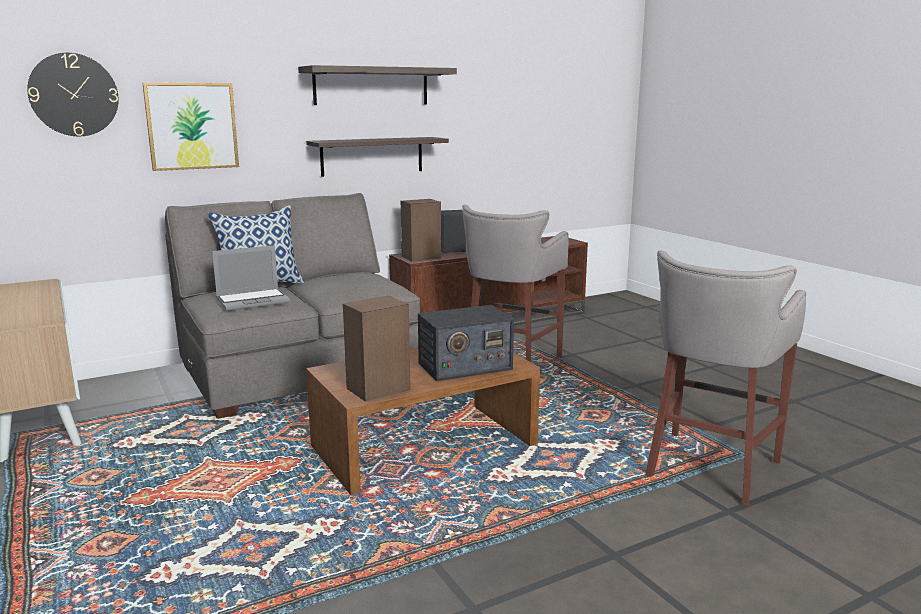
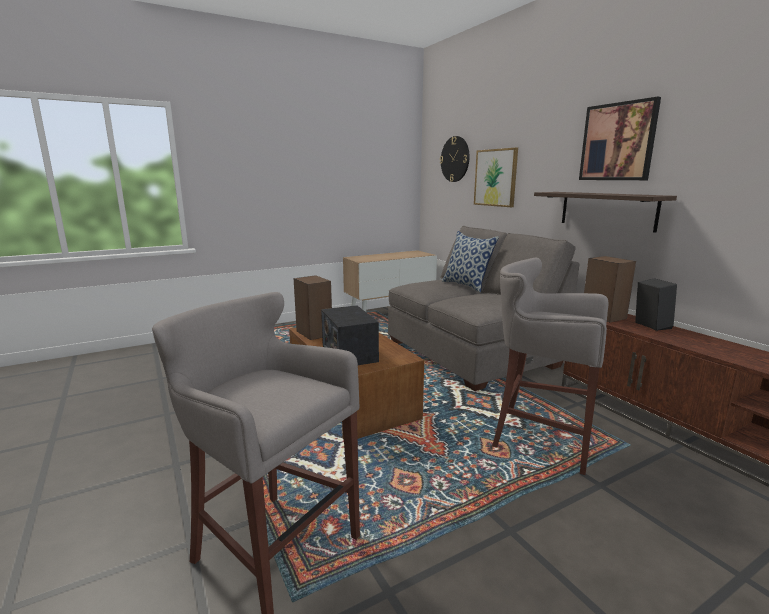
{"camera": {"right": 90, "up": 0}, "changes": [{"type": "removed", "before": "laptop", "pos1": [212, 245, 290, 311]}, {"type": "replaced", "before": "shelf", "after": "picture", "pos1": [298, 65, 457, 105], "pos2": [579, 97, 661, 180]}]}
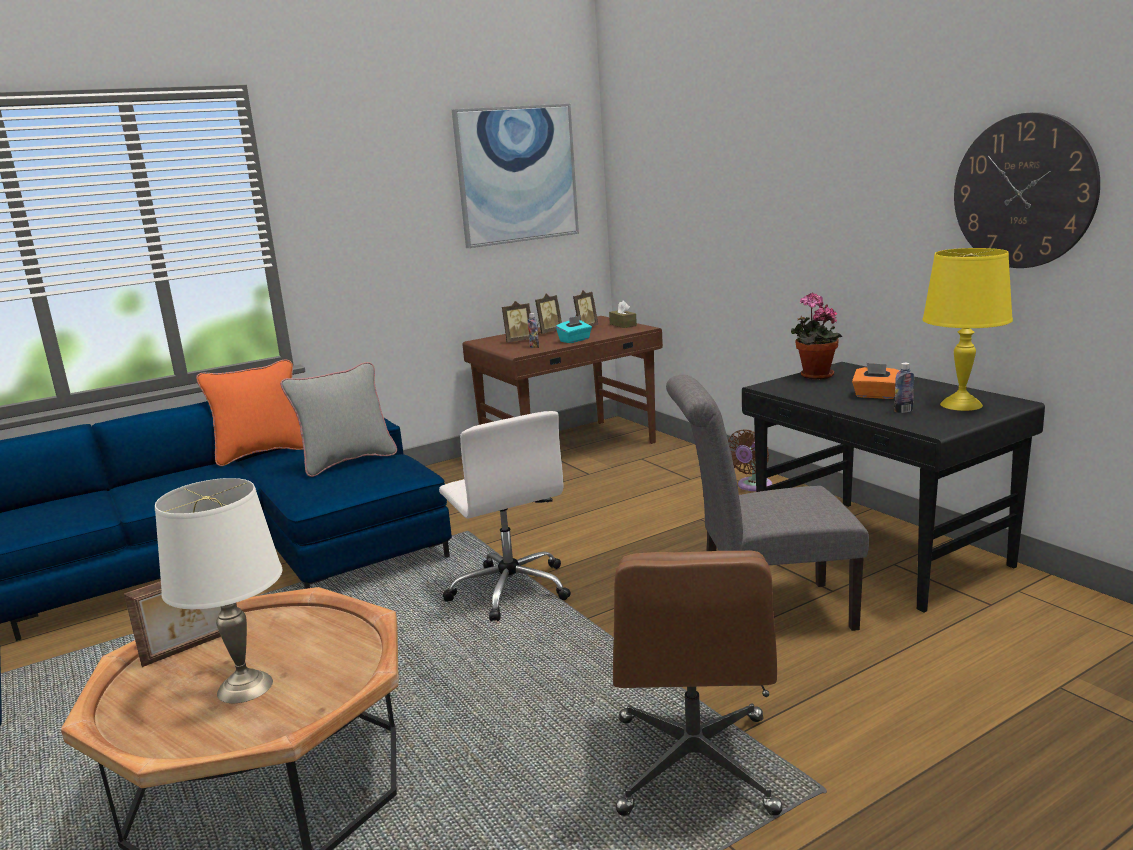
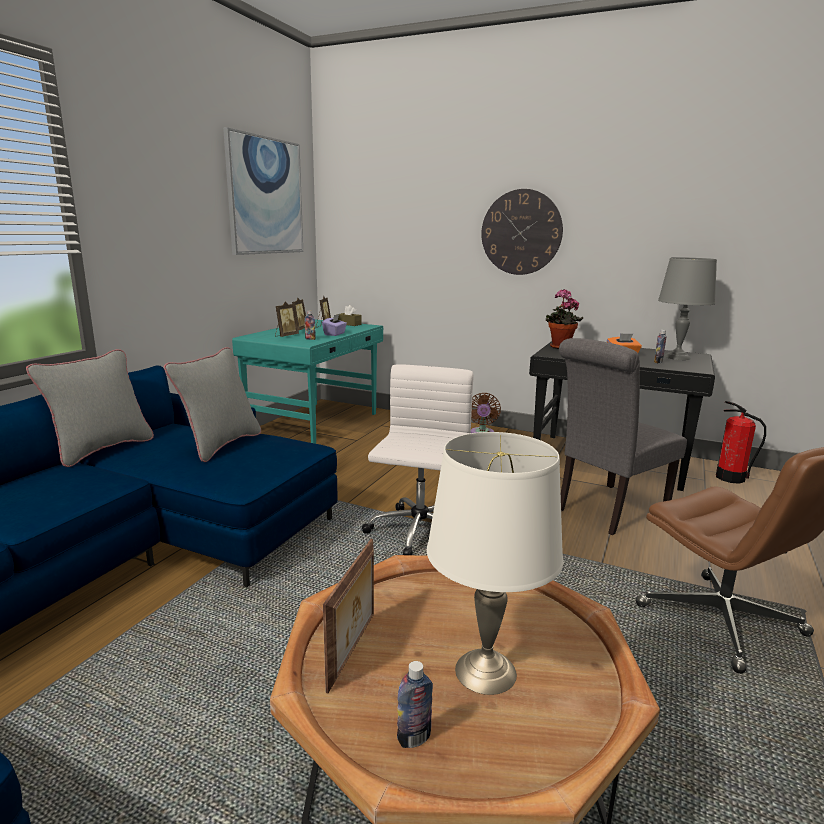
{"camera": {"right": -35, "up": 0}, "changes": [{"type": "added", "after": "bottle", "pos2": [397, 661, 433, 748]}, {"type": "added", "after": "fire_extinguisher", "pos2": [716, 401, 766, 484]}, {"type": "moved", "before": "wall_clock", "pos1": [954, 112, 1100, 268], "pos2": [481, 189, 563, 275]}, {"type": "recoloured", "before": "orange_pillow", "after": "grey_pillow", "pos1": [196, 359, 304, 466], "pos2": [26, 349, 154, 467]}, {"type": "recoloured", "before": "brown_desk", "after": "turquoise_desk", "pos1": [463, 316, 663, 444], "pos2": [232, 319, 383, 444]}, {"type": "recoloured", "before": "turquoise_tissue_box", "after": "purple_tissue_box", "pos1": [556, 316, 592, 343], "pos2": [322, 314, 347, 336]}, {"type": "recoloured", "before": "yellow_table_lamp", "after": "grey_table_lamp", "pos1": [922, 248, 1013, 411], "pos2": [658, 257, 717, 360]}, {"type": "turned", "before": "white_office_chair", "pos1": [439, 411, 571, 621], "pos2": [362, 364, 474, 555], "turn": -105}]}
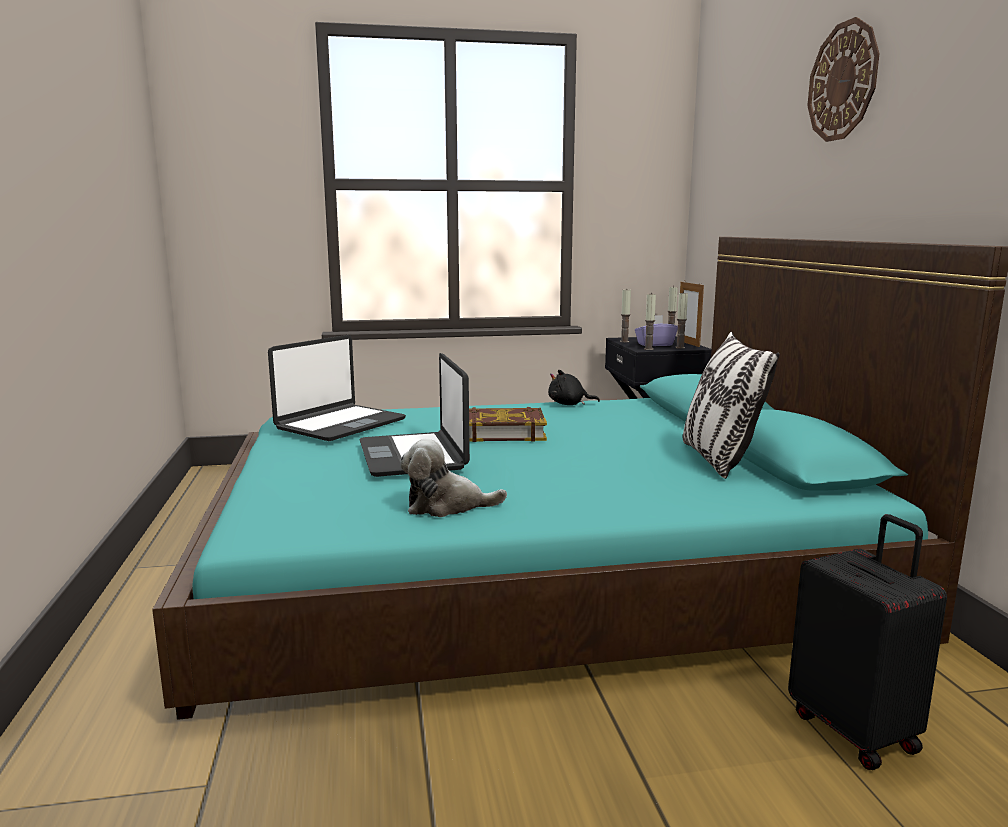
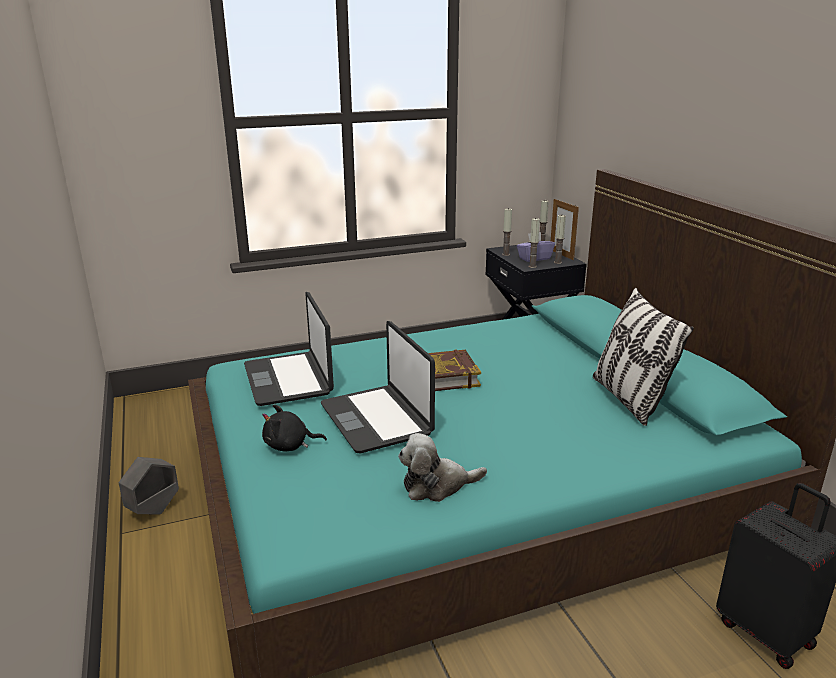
{"camera": {"right": -10, "up": 10}, "changes": [{"type": "removed", "before": "wall_clock", "pos1": [807, 17, 880, 142]}, {"type": "added", "after": "grey_planter", "pos2": [119, 457, 179, 514]}, {"type": "moved", "before": "black_plush_toy", "pos1": [548, 370, 600, 405], "pos2": [262, 404, 327, 452]}, {"type": "turned", "before": "laptop", "pos1": [268, 335, 406, 441], "pos2": [244, 292, 334, 406], "turn": 135}]}
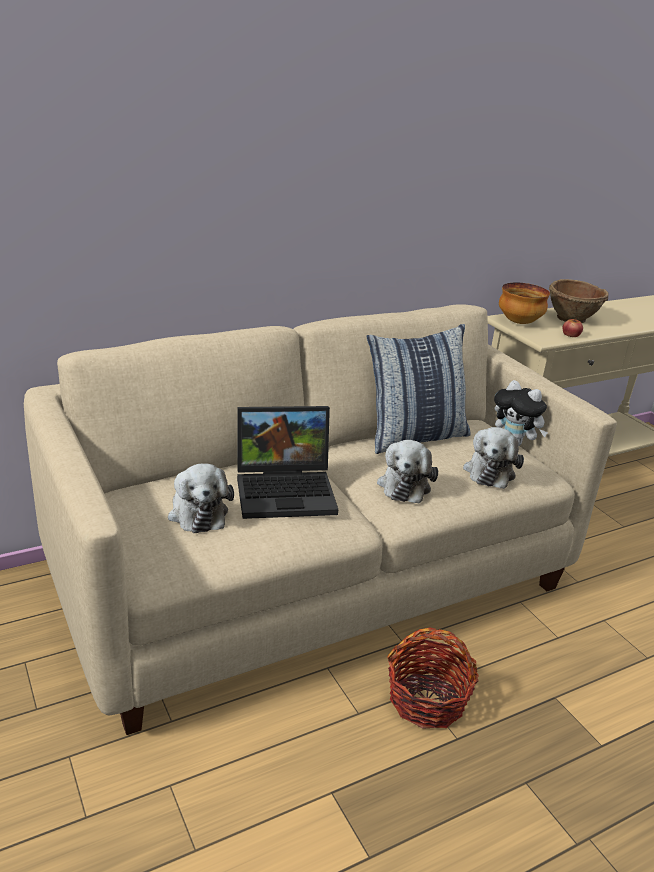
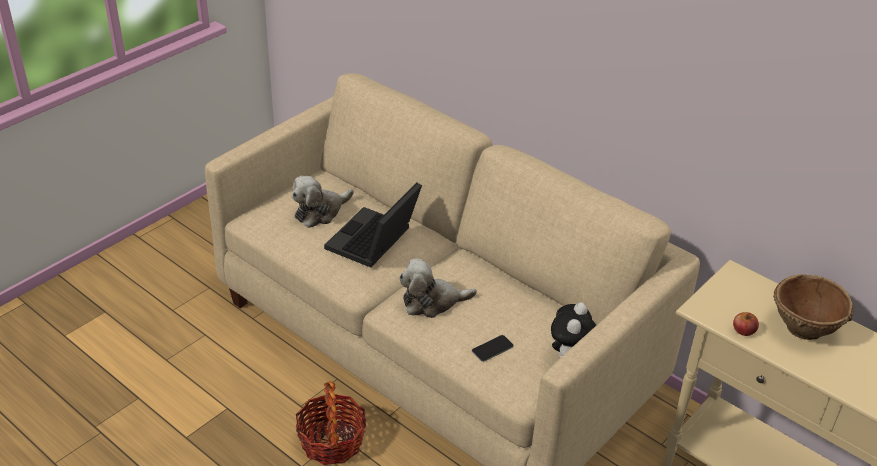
{"camera": {"right": 70, "up": 10}, "changes": [{"type": "removed", "before": "pillow", "pos1": [367, 324, 470, 454]}, {"type": "removed", "before": "bowl", "pos1": [499, 283, 550, 324]}, {"type": "replaced", "before": "plush_toy", "after": "phone", "pos1": [463, 427, 524, 489], "pos2": [472, 335, 514, 362]}, {"type": "turned", "before": "laptop", "pos1": [237, 406, 338, 519], "pos2": [324, 183, 422, 267], "turn": 60}]}
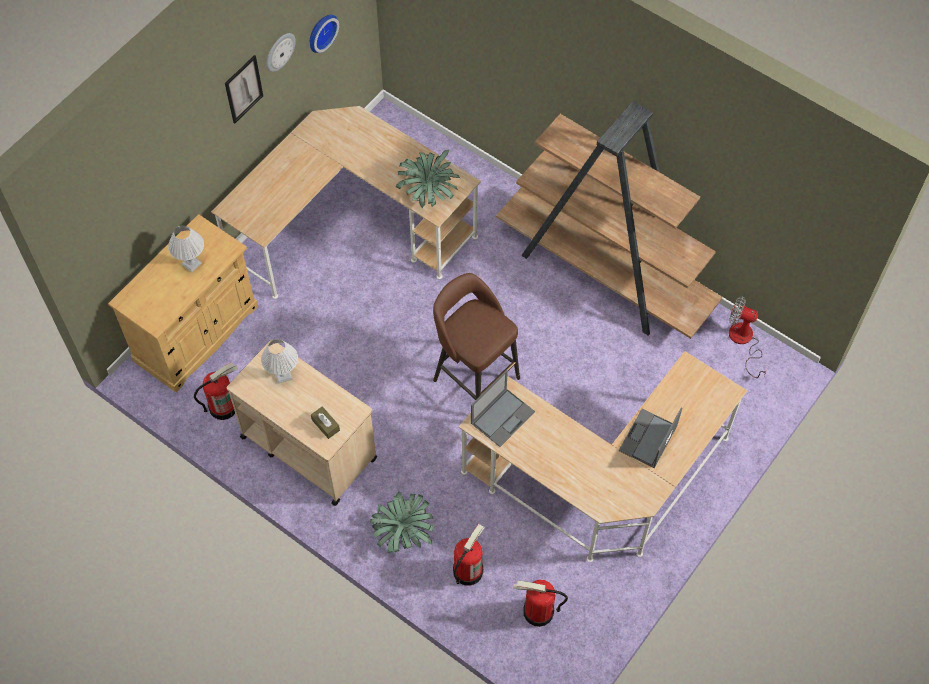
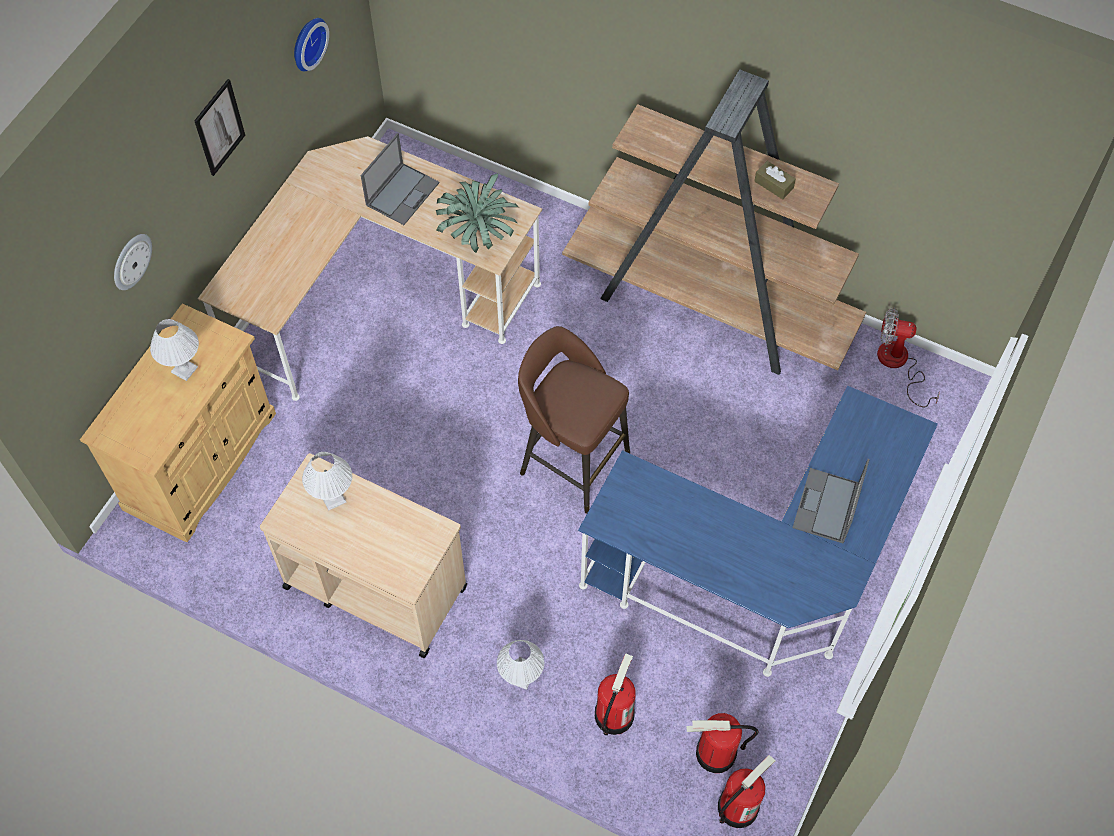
{"camera": {"right": -10, "up": 0}, "changes": [{"type": "moved", "before": "fire_extinguisher", "pos1": [194, 362, 239, 420], "pos2": [718, 755, 776, 828]}, {"type": "moved", "before": "wall_clock", "pos1": [267, 33, 296, 72], "pos2": [114, 234, 152, 290]}, {"type": "moved", "before": "brown_tissue_box", "pos1": [311, 406, 340, 439], "pos2": [754, 161, 796, 199]}, {"type": "moved", "before": "laptop", "pos1": [471, 370, 535, 447], "pos2": [361, 133, 439, 225]}, {"type": "replaced", "before": "potted_plant", "after": "white_table_lamp", "pos1": [370, 492, 435, 553], "pos2": [497, 640, 544, 690]}, {"type": "recoloured", "before": "beige_desk", "after": "blue_desk", "pos1": [459, 351, 748, 562], "pos2": [578, 386, 938, 677]}]}
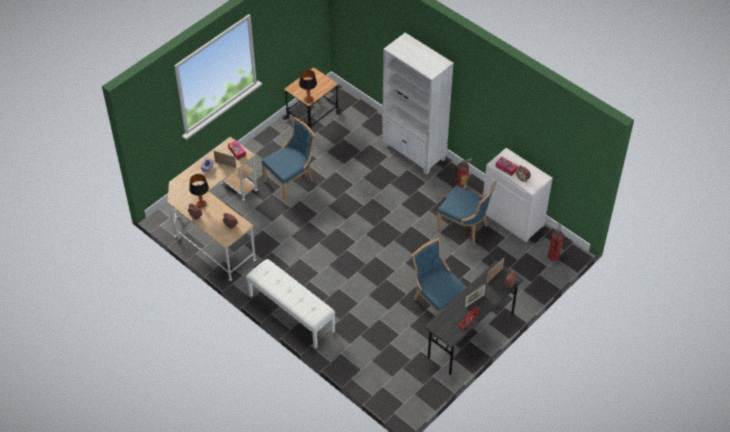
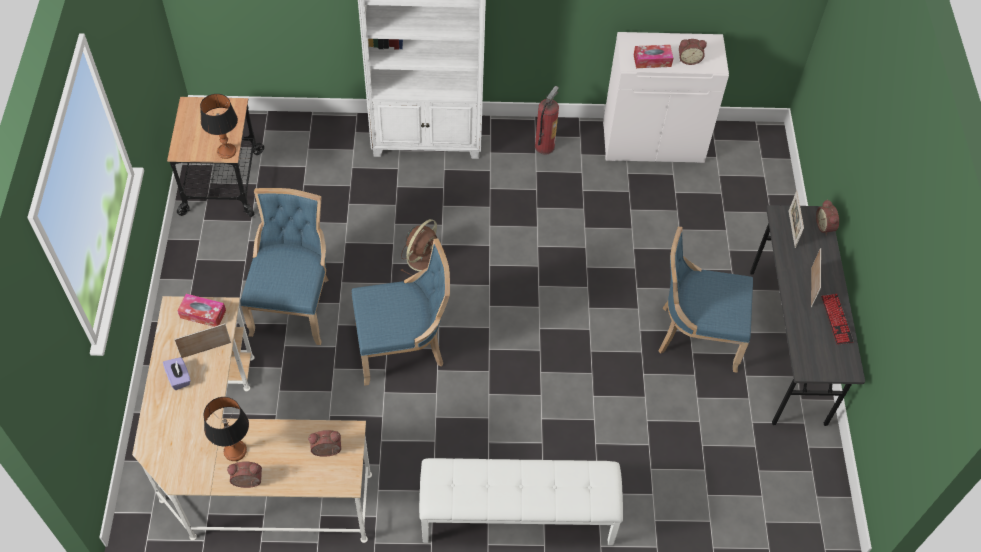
{"camera": {"right": -45, "up": 5}, "changes": [{"type": "removed", "before": "fire_extinguisher", "pos1": [548, 223, 564, 261]}, {"type": "added", "after": "brown_fan", "pos2": [401, 219, 446, 276]}, {"type": "moved", "before": "blue_chair", "pos1": [436, 180, 497, 244], "pos2": [352, 238, 450, 386]}]}
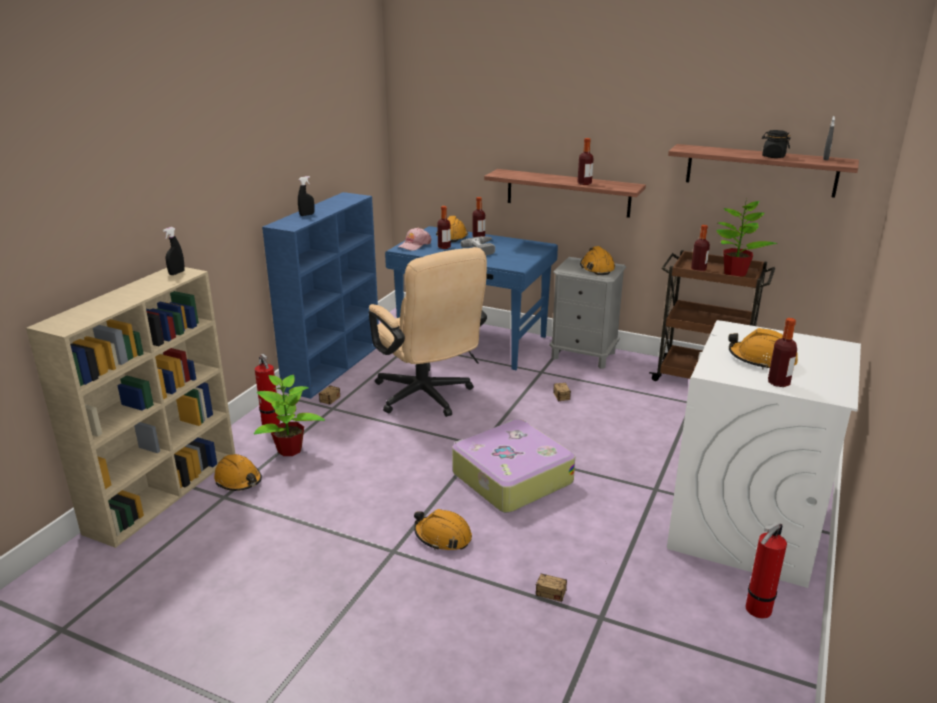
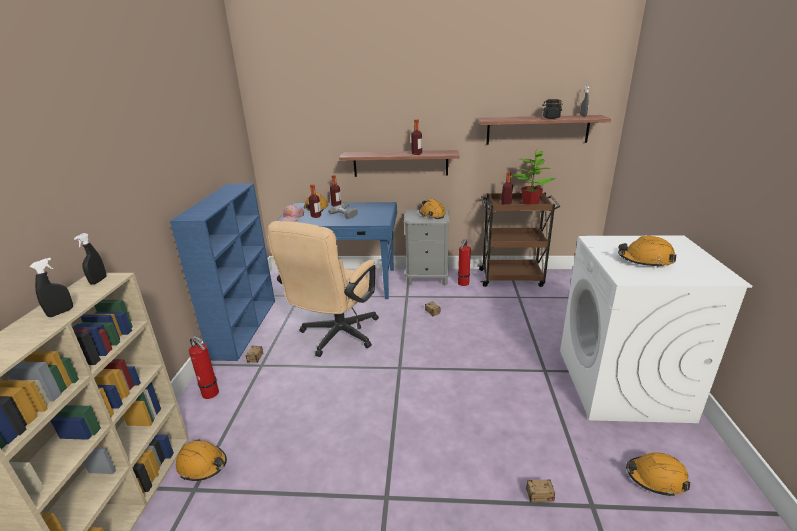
{"camera": {"right": -20, "up": 0}, "changes": [{"type": "removed", "before": "potted_plant", "pos1": [254, 375, 325, 456]}, {"type": "removed", "before": "suitcase", "pos1": [452, 419, 575, 513]}, {"type": "removed", "before": "bottle", "pos1": [768, 318, 797, 387]}, {"type": "moved", "before": "black_spray_bottle", "pos1": [298, 176, 314, 216], "pos2": [30, 258, 73, 317]}, {"type": "moved", "before": "orange_hard_hat", "pos1": [414, 509, 472, 550], "pos2": [626, 452, 690, 497]}, {"type": "moved", "before": "fire_extinguisher", "pos1": [746, 522, 787, 618], "pos2": [458, 239, 471, 286]}, {"type": "turned", "before": "beige_office_chair", "pos1": [369, 247, 487, 417], "pos2": [267, 221, 379, 357], "turn": 75}]}
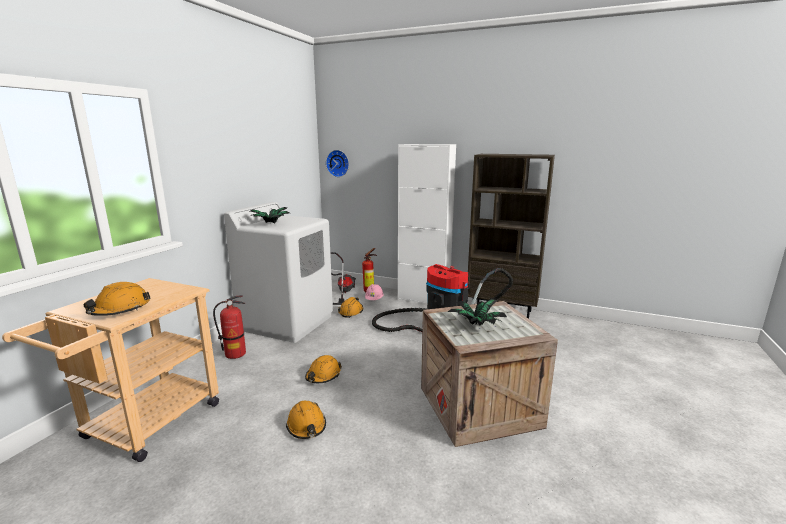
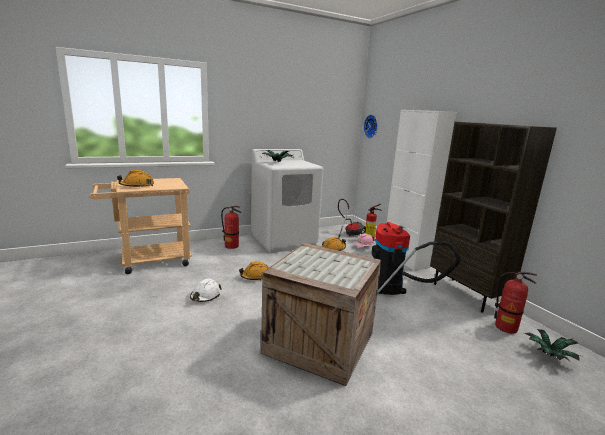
{"camera": {"right": 40, "up": 0}, "changes": [{"type": "added", "after": "fire_extinguisher", "pos2": [494, 272, 537, 334]}, {"type": "moved", "before": "potted_plant", "pos1": [448, 298, 507, 325], "pos2": [524, 329, 580, 361]}, {"type": "recoloured", "before": "orange_hard_hat", "after": "white_hard_hat", "pos1": [286, 401, 326, 439], "pos2": [190, 278, 222, 302]}]}
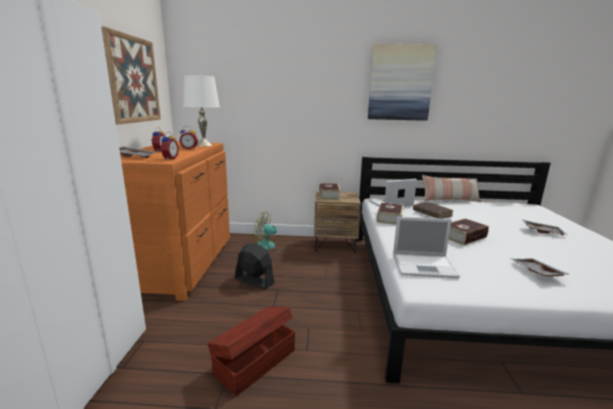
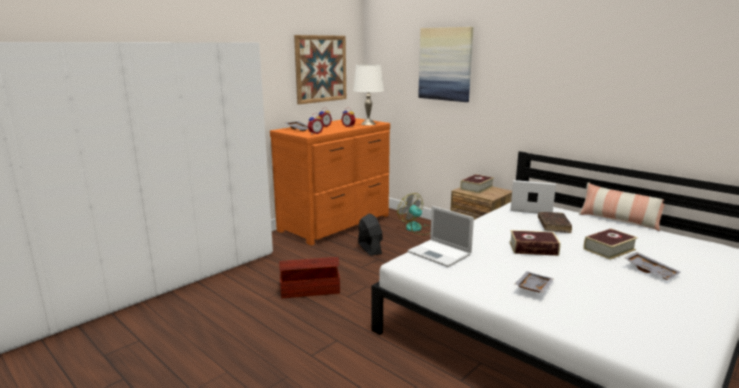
{"camera": {"right": 40, "up": 0}, "changes": [{"type": "moved", "before": "picture", "pos1": [368, 44, 437, 121], "pos2": [418, 27, 473, 102]}, {"type": "moved", "before": "book", "pos1": [376, 202, 404, 225], "pos2": [584, 229, 638, 260]}]}
